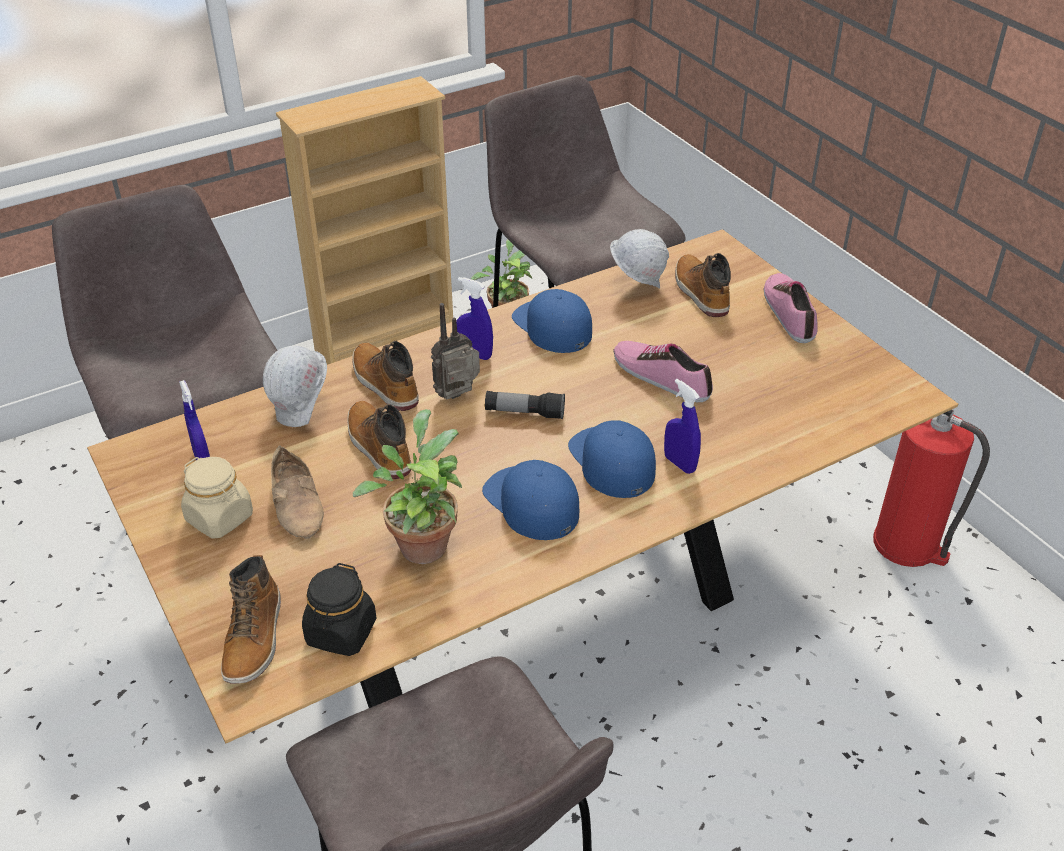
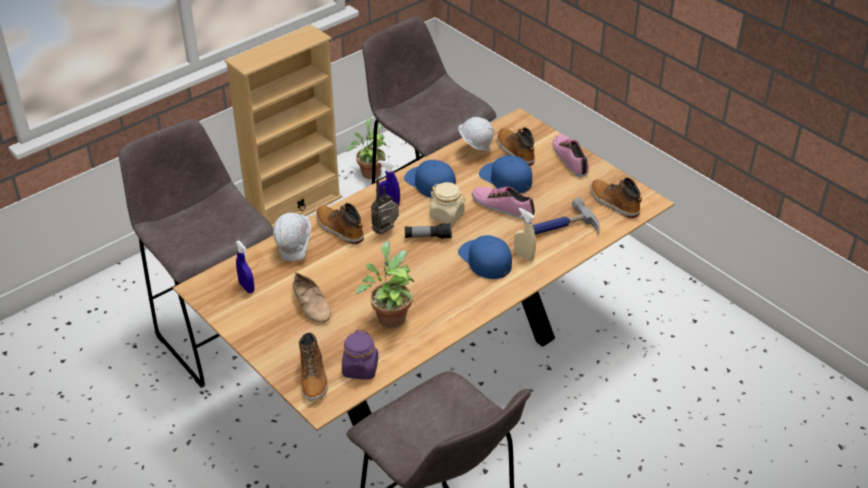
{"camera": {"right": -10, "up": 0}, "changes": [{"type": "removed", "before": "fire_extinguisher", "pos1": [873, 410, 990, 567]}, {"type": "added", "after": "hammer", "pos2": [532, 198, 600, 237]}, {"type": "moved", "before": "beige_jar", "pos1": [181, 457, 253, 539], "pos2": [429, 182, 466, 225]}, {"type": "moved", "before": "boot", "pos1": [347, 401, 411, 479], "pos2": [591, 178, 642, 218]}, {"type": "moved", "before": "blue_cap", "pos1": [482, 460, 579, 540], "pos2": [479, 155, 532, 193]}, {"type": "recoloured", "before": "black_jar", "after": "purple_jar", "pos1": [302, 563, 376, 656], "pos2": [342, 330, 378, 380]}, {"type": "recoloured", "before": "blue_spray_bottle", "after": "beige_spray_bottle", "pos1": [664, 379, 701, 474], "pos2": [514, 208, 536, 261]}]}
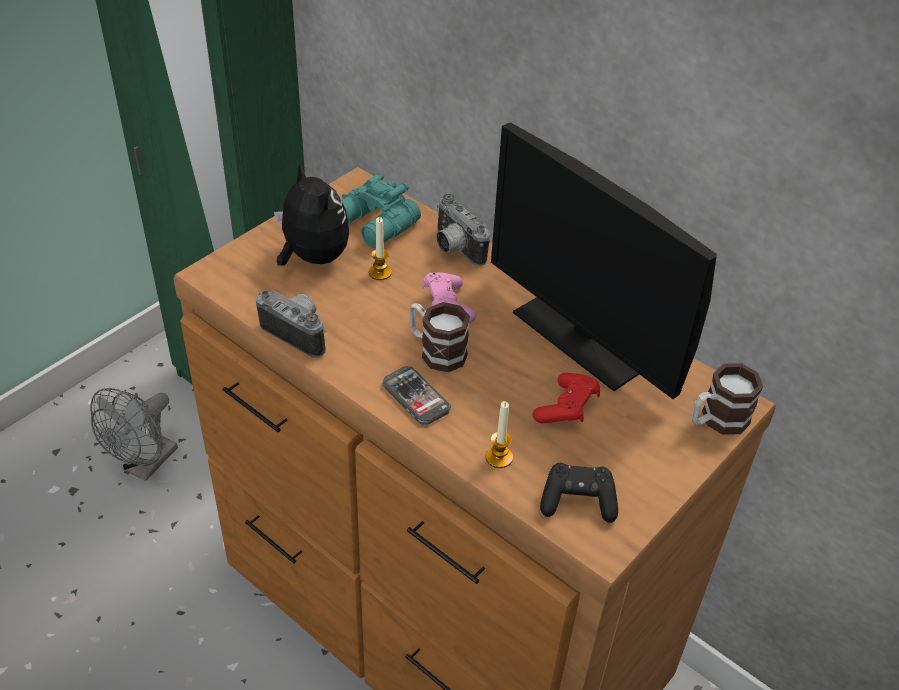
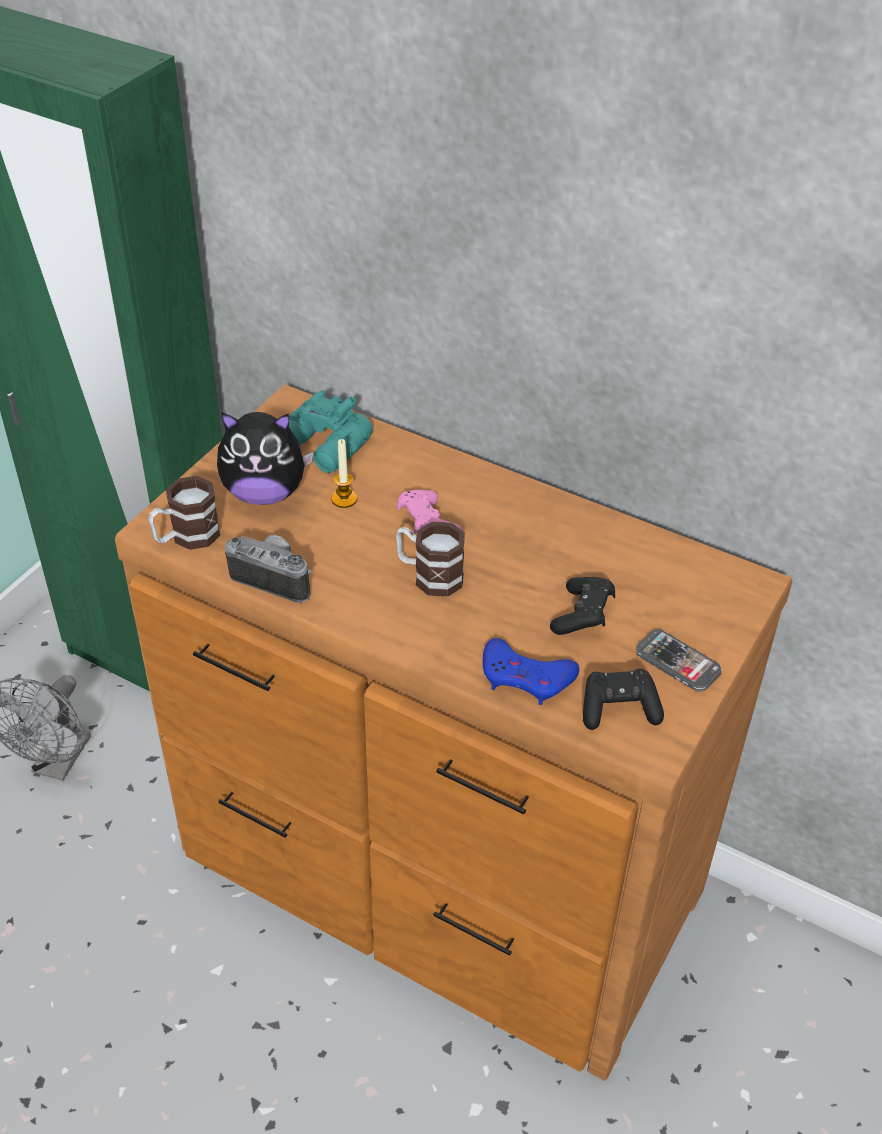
{"camera": {"right": -10, "up": 0}, "changes": [{"type": "removed", "before": "photo_camera", "pos1": [436, 194, 490, 266]}, {"type": "removed", "before": "monitor", "pos1": [491, 123, 717, 399]}, {"type": "moved", "before": "phone", "pos1": [382, 366, 451, 425], "pos2": [636, 629, 722, 691]}, {"type": "moved", "before": "mug", "pos1": [692, 363, 763, 435], "pos2": [148, 476, 220, 550]}, {"type": "replaced", "before": "candle", "after": "blue_game_controller", "pos1": [485, 401, 513, 468], "pos2": [483, 638, 579, 705]}, {"type": "recoloured", "before": "red_game_controller", "after": "black_game_controller", "pos1": [533, 373, 600, 423], "pos2": [550, 577, 615, 635]}, {"type": "turned", "before": "plush_toy", "pos1": [274, 161, 349, 266], "pos2": [217, 412, 314, 505], "turn": 135}]}
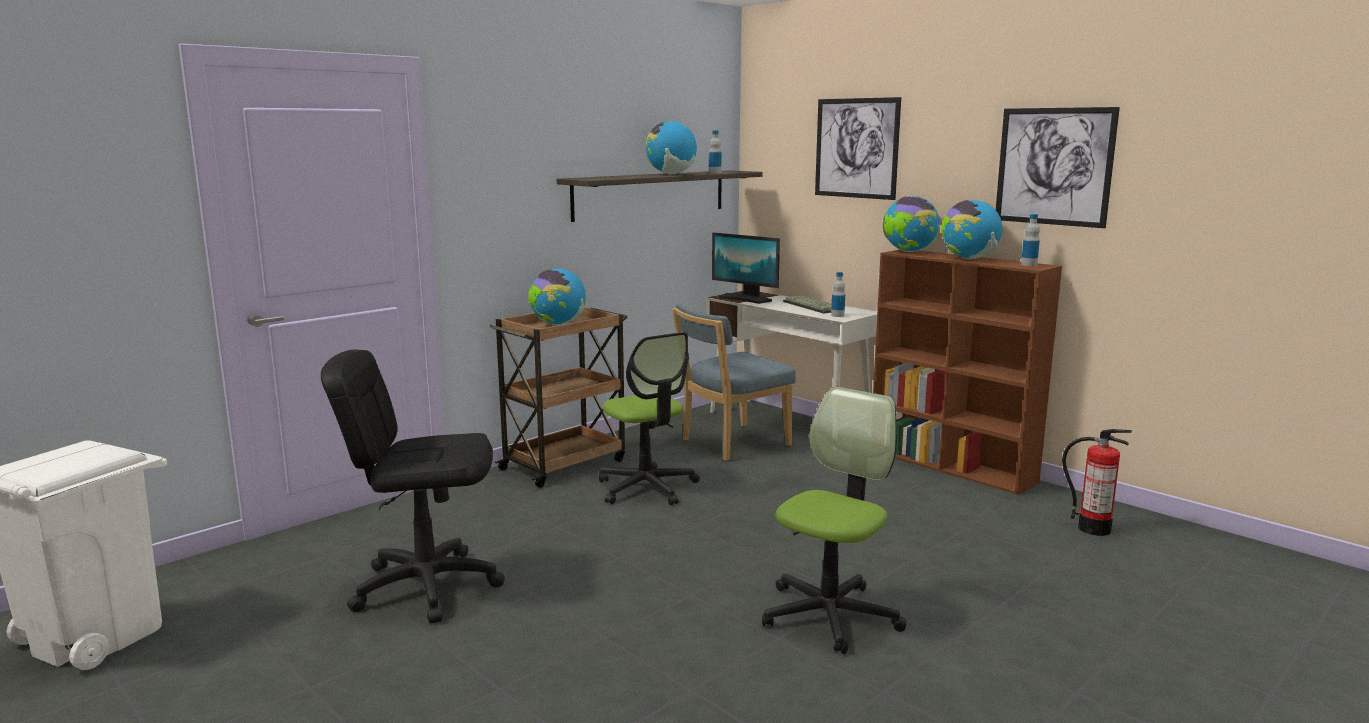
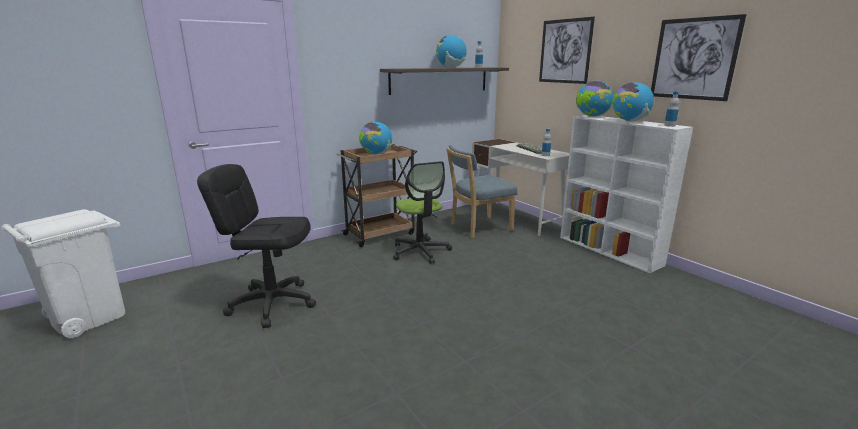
{"camera": {"right": 10, "up": 5}, "changes": [{"type": "removed", "before": "monitor", "pos1": [712, 233, 780, 304]}, {"type": "removed", "before": "office_chair", "pos1": [762, 387, 907, 654]}, {"type": "removed", "before": "fire_extinguisher", "pos1": [1062, 429, 1132, 536]}, {"type": "recoloured", "before": "brown_bookcase", "after": "white_bookcase", "pos1": [873, 250, 1062, 495], "pos2": [560, 115, 693, 273]}]}
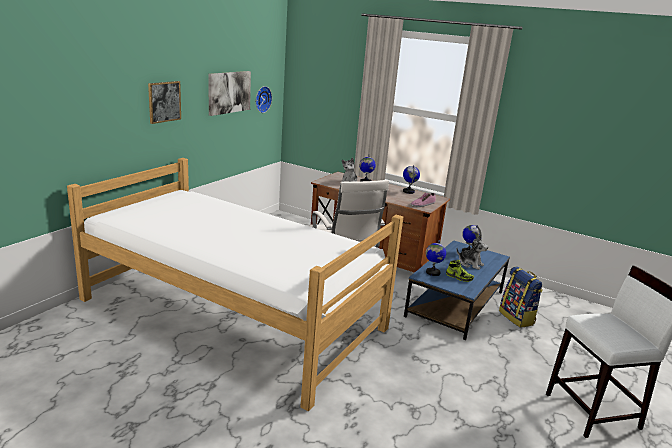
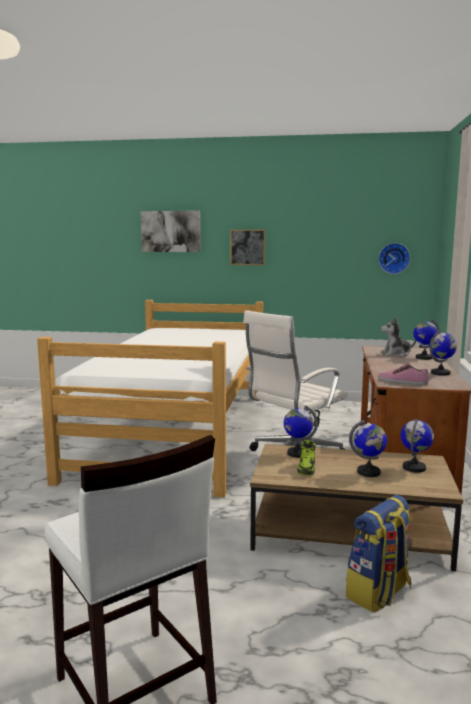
{"camera": {"right": 70, "up": -10}, "changes": [{"type": "moved", "before": "picture", "pos1": [208, 71, 251, 116], "pos2": [141, 211, 201, 252]}, {"type": "replaced", "before": "plush_toy", "after": "globe", "pos1": [456, 235, 488, 270], "pos2": [349, 420, 387, 477]}, {"type": "recoloured", "before": "blue_coffee_table", "after": "brown_coffee_table", "pos1": [404, 240, 510, 340], "pos2": [250, 444, 463, 571]}]}
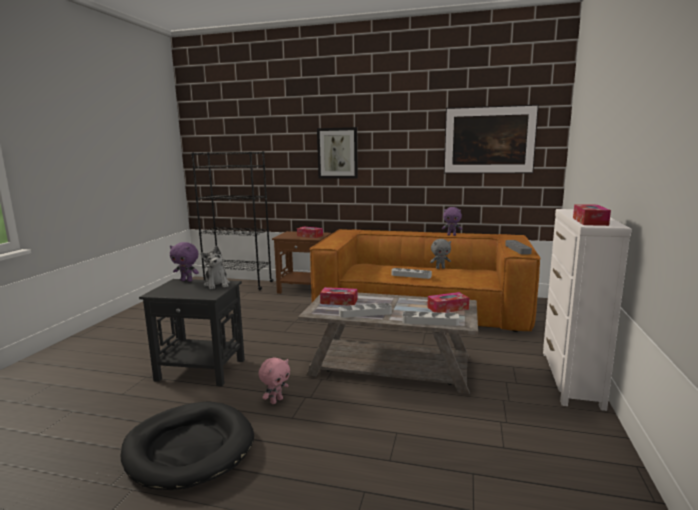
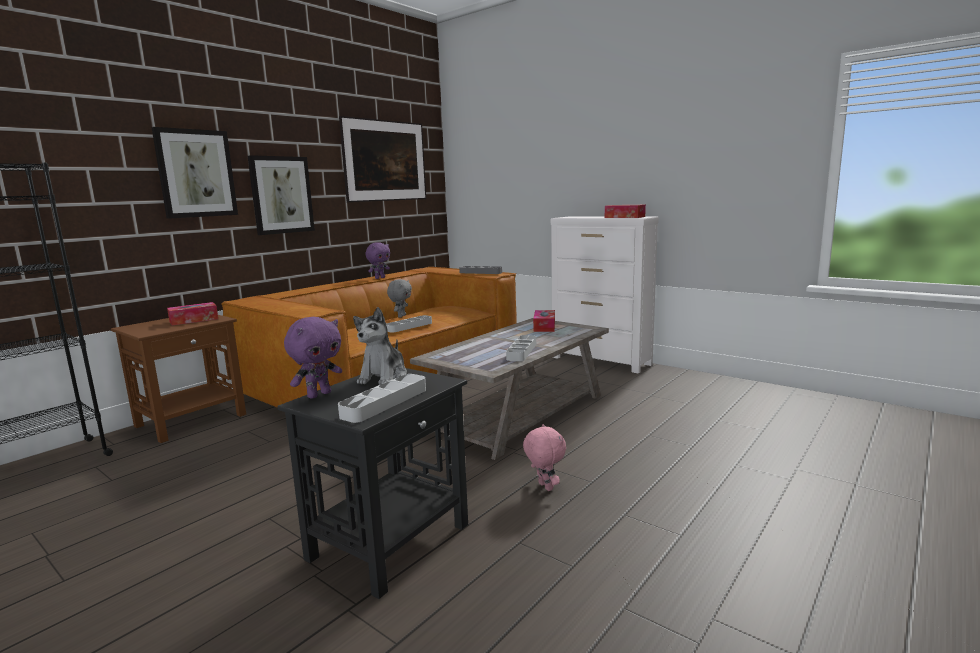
{"camera": {"right": -65, "up": 0}, "changes": [{"type": "removed", "before": "black_dog_bed", "pos1": [120, 401, 254, 490]}, {"type": "removed", "before": "tissue_box", "pos1": [320, 287, 358, 306]}, {"type": "added", "after": "picture", "pos2": [248, 155, 315, 235]}, {"type": "moved", "before": "grey_tray", "pos1": [402, 311, 459, 326], "pos2": [338, 374, 426, 423]}, {"type": "turned", "before": "plush_toy", "pos1": [201, 246, 230, 289], "pos2": [353, 307, 407, 385], "turn": 105}]}
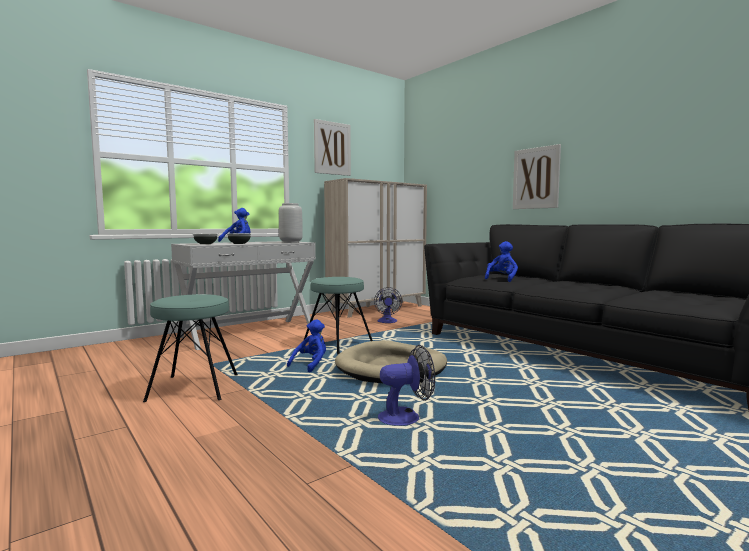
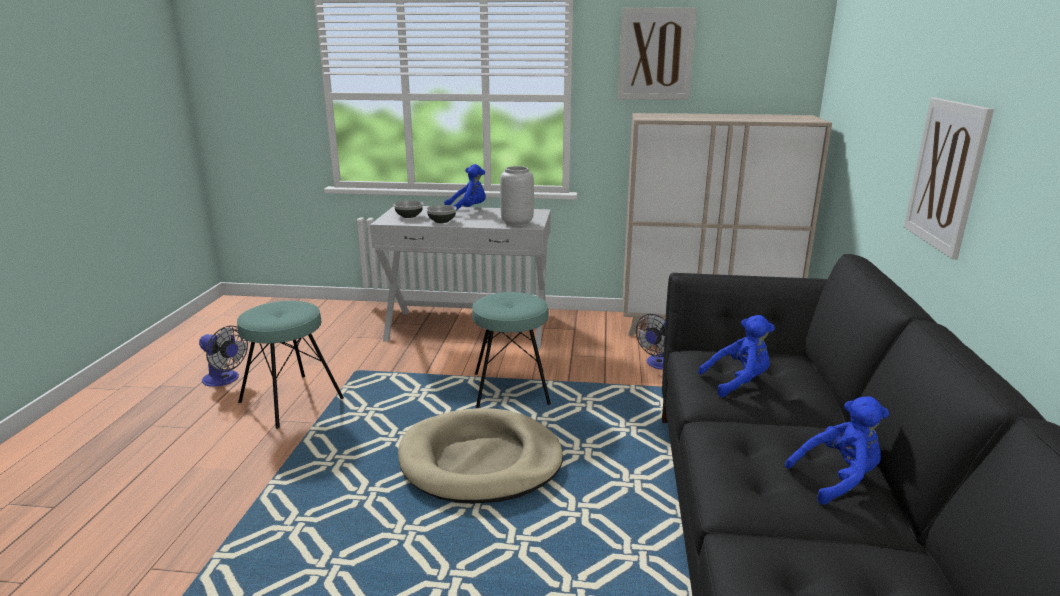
{"camera": {"right": 45, "up": 15}, "changes": [{"type": "moved", "before": "blue_plush_toy", "pos1": [287, 319, 326, 372], "pos2": [785, 396, 889, 505]}, {"type": "moved", "before": "fan", "pos1": [378, 345, 435, 426], "pos2": [199, 326, 248, 387]}]}
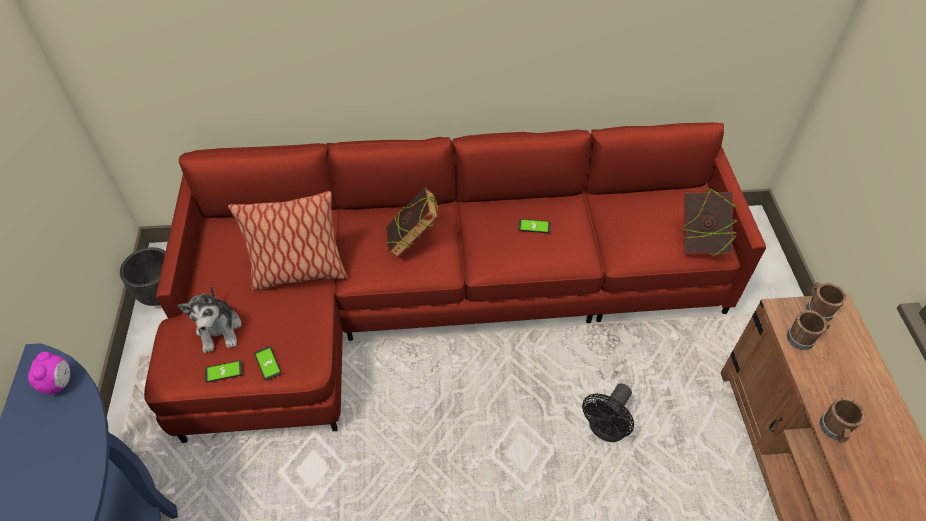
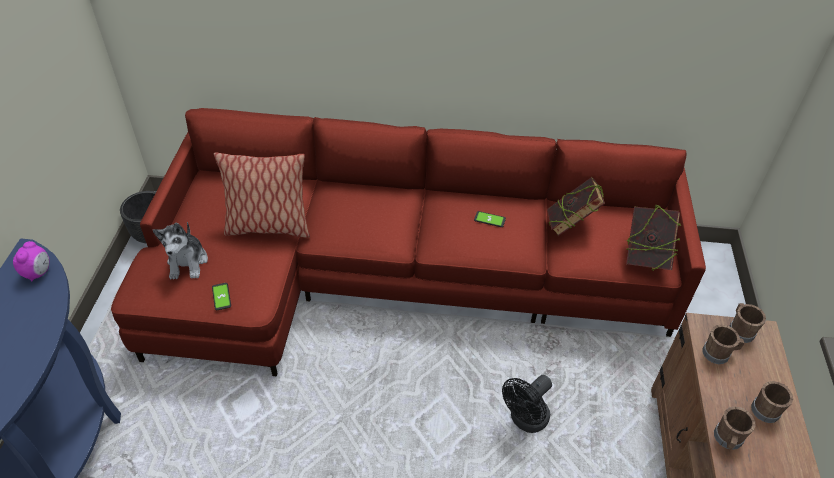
{"camera": {"right": 10, "up": -5}, "changes": [{"type": "removed", "before": "phone", "pos1": [205, 360, 243, 383]}, {"type": "added", "after": "brown_mug", "pos2": [751, 381, 793, 423]}, {"type": "moved", "before": "book", "pos1": [386, 187, 438, 258], "pos2": [547, 177, 605, 236]}]}
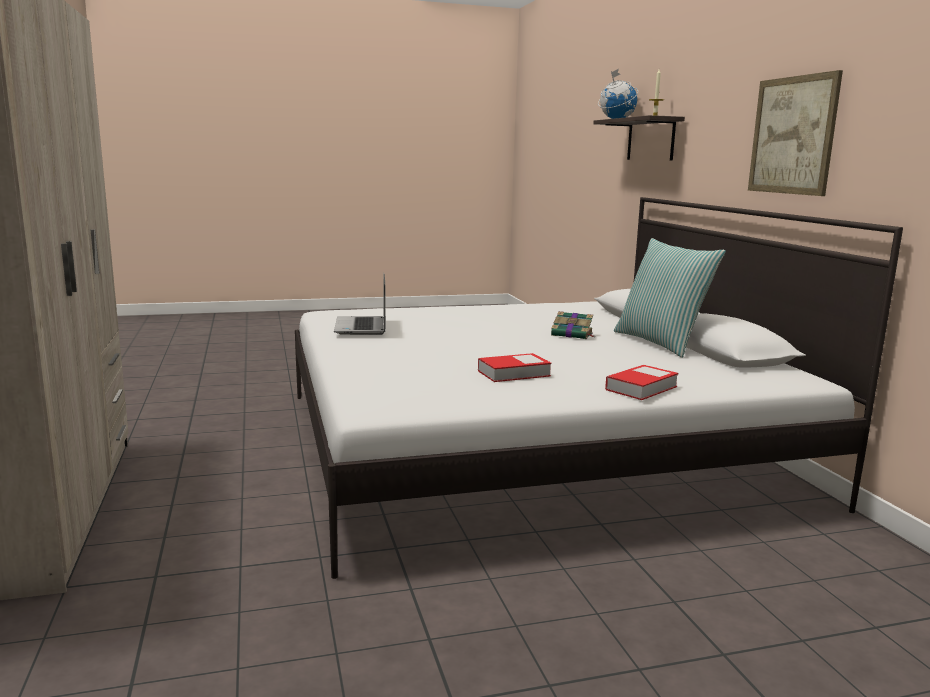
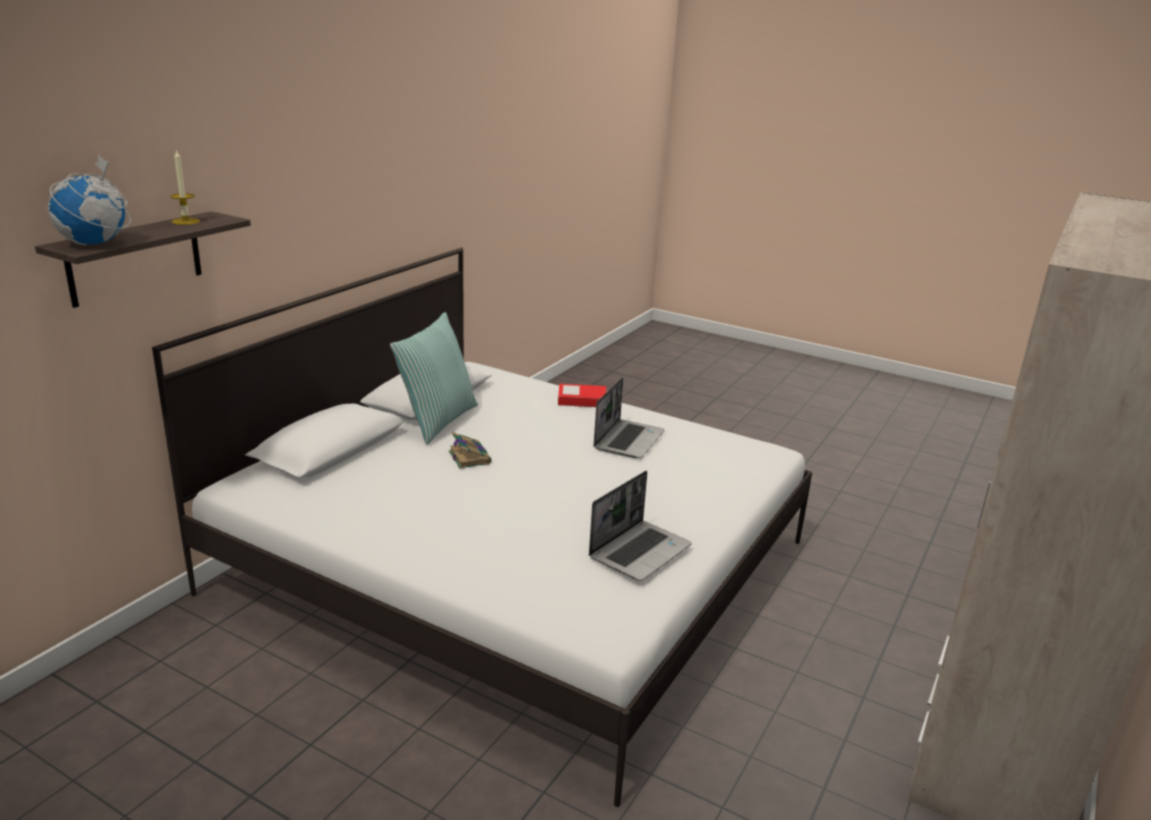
{"camera": {"right": -135, "up": 10}, "changes": [{"type": "removed", "before": "picture", "pos1": [748, 70, 843, 196]}, {"type": "replaced", "before": "book", "after": "laptop", "pos1": [478, 353, 552, 382], "pos2": [593, 377, 665, 458]}]}
